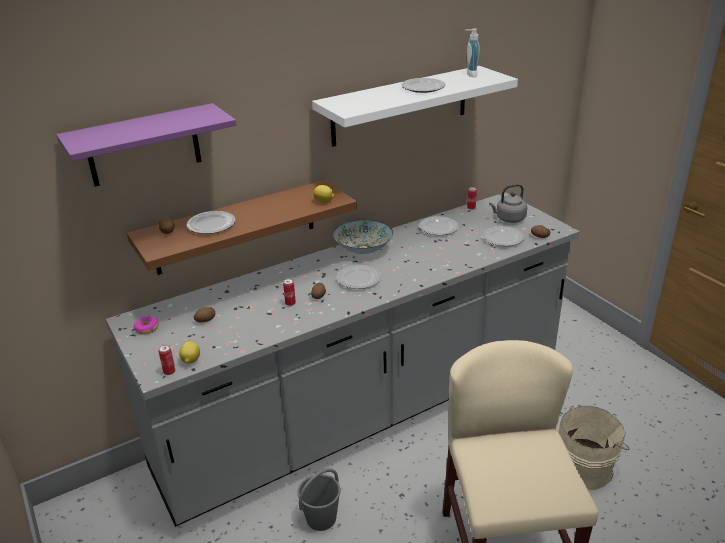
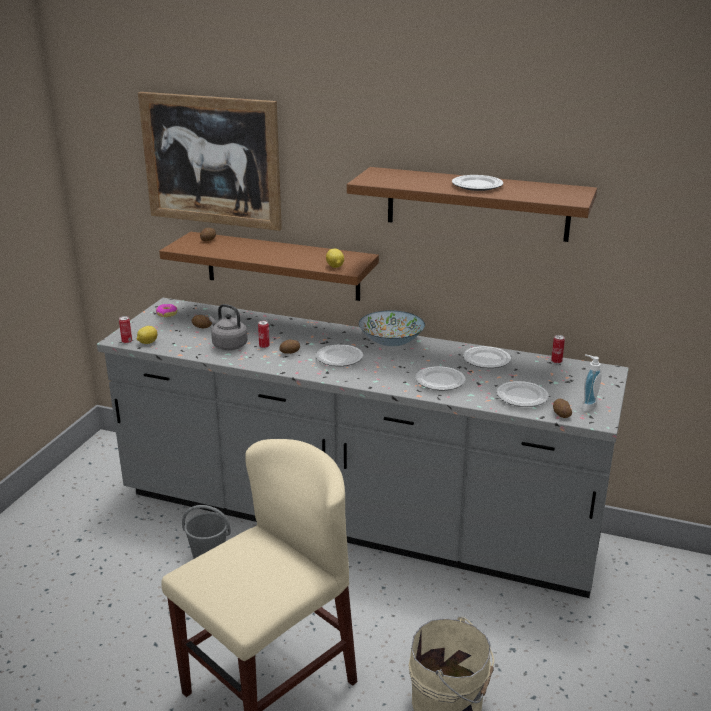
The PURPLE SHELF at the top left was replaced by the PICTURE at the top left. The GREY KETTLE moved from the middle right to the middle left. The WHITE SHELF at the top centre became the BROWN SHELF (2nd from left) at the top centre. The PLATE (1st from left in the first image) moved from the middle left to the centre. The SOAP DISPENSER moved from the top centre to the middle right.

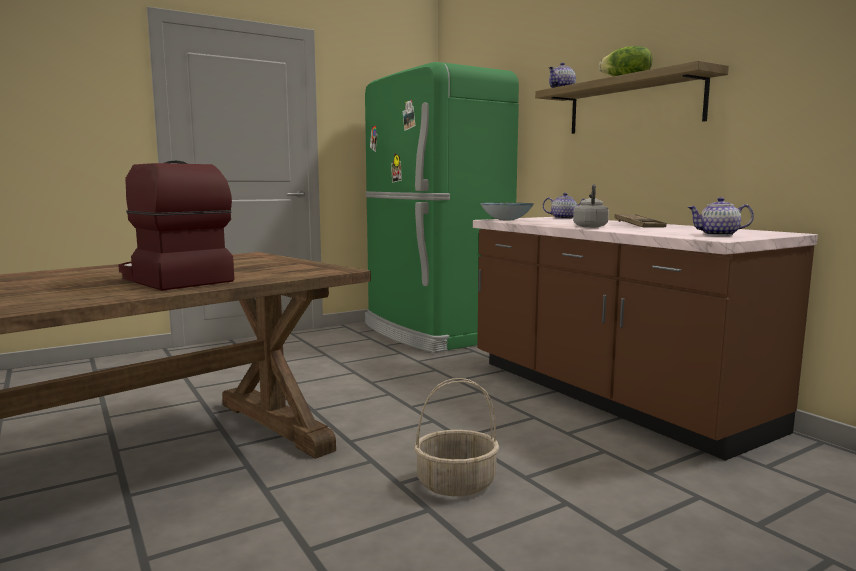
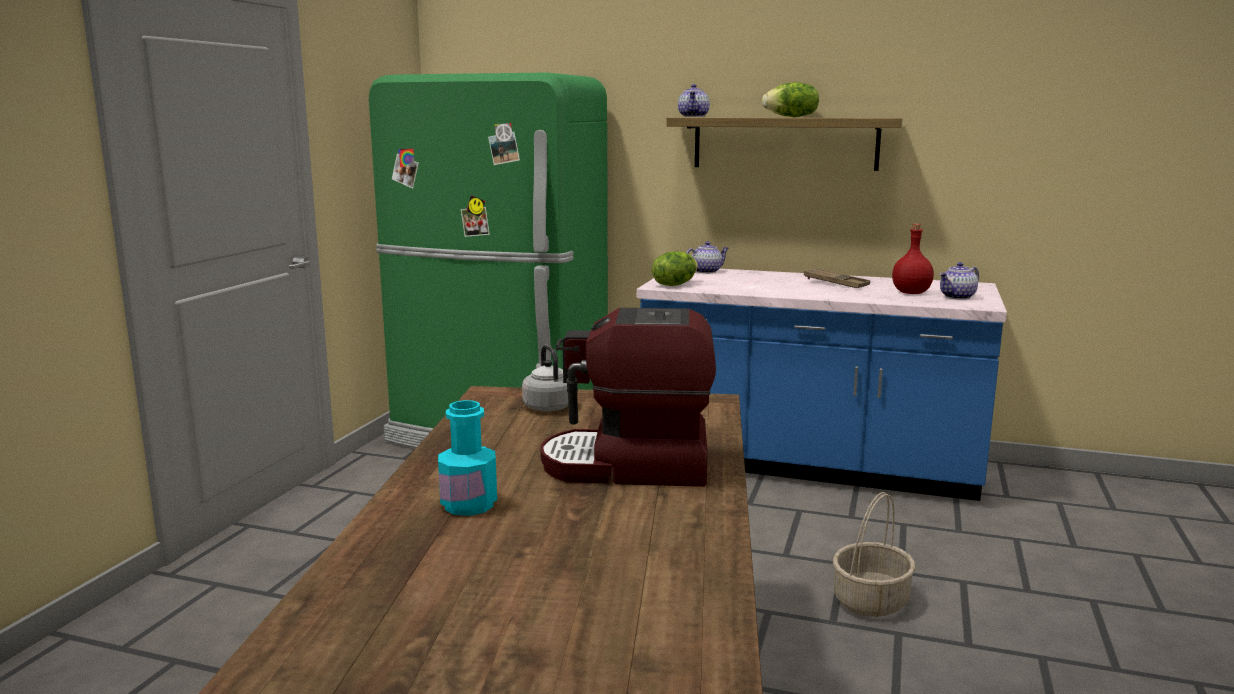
The TURQUOISE BOTTLE at the centre appeared. The GREY KETTLE moved from the middle right to the centre. The BROWN COUNTER at the middle right became the BLUE COUNTER at the centre. The BOWL at the centre was replaced by the LETTUCE (1st from left) at the centre. The RED BOTTLE at the middle right appeared.

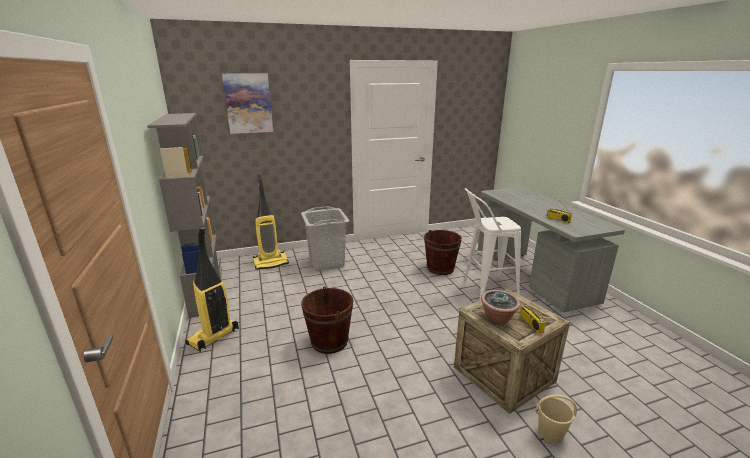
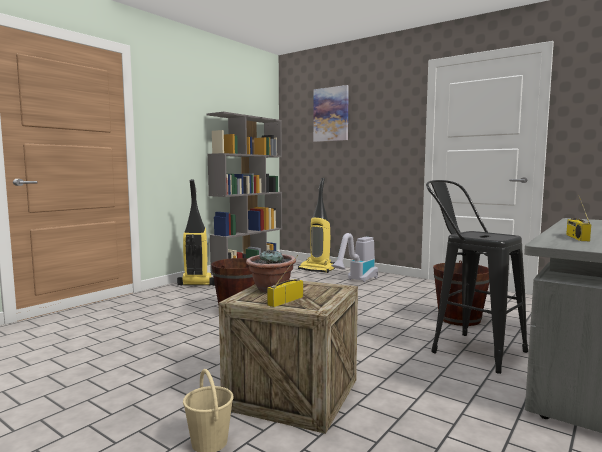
The GREY LAUNDRY BASKET at the centre was replaced by the VACUUM CLEANER (3rd from left) at the centre. The WHITE STOOL at the centre became the BLACK STOOL at the middle right.

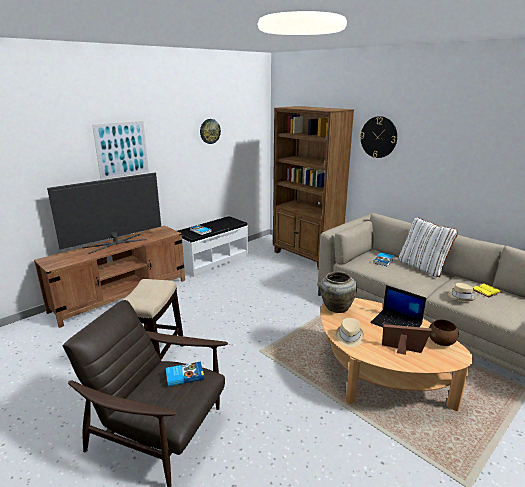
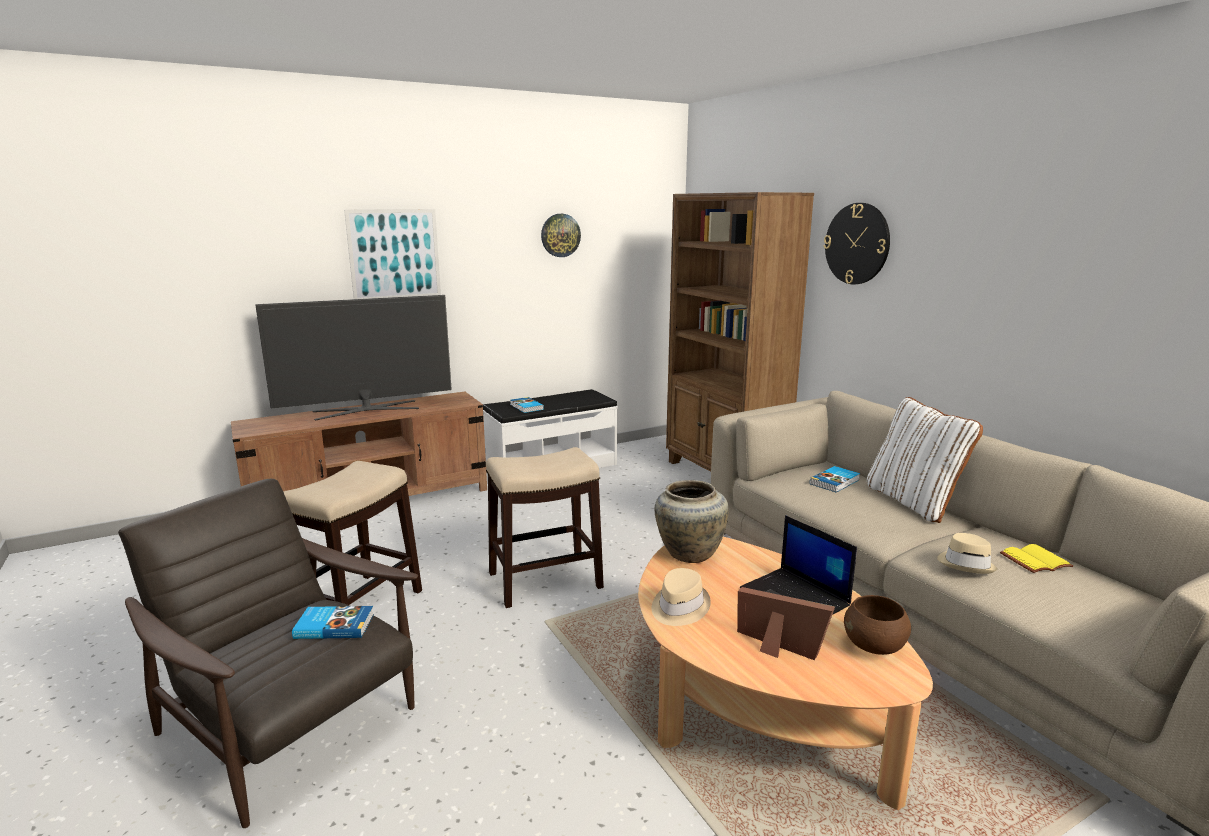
The STOOL (2nd from left) at the centre appeared.

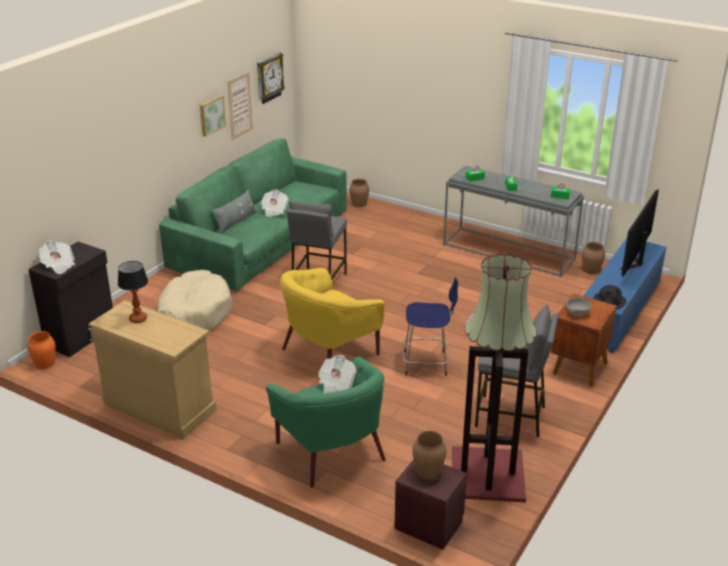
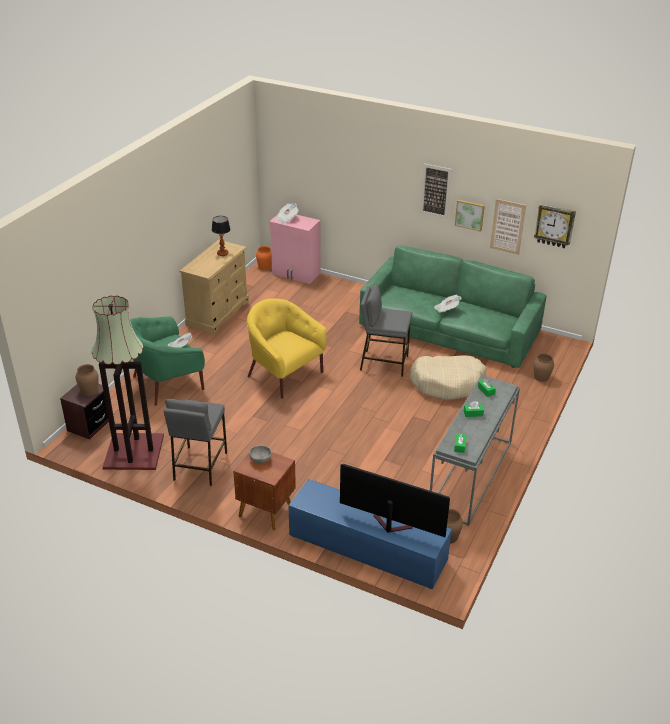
The BLACK CABINET at the middle left became the PINK CABINET at the centre. The BEIGE DOG BED moved from the middle left to the middle right. The PICTURE (1st from left) at the top centre appeared. The GREY PILLOW at the middle left disappeared. The BLUE STOOL at the centre disappeared. The BLACK HAT at the middle right disappeared.

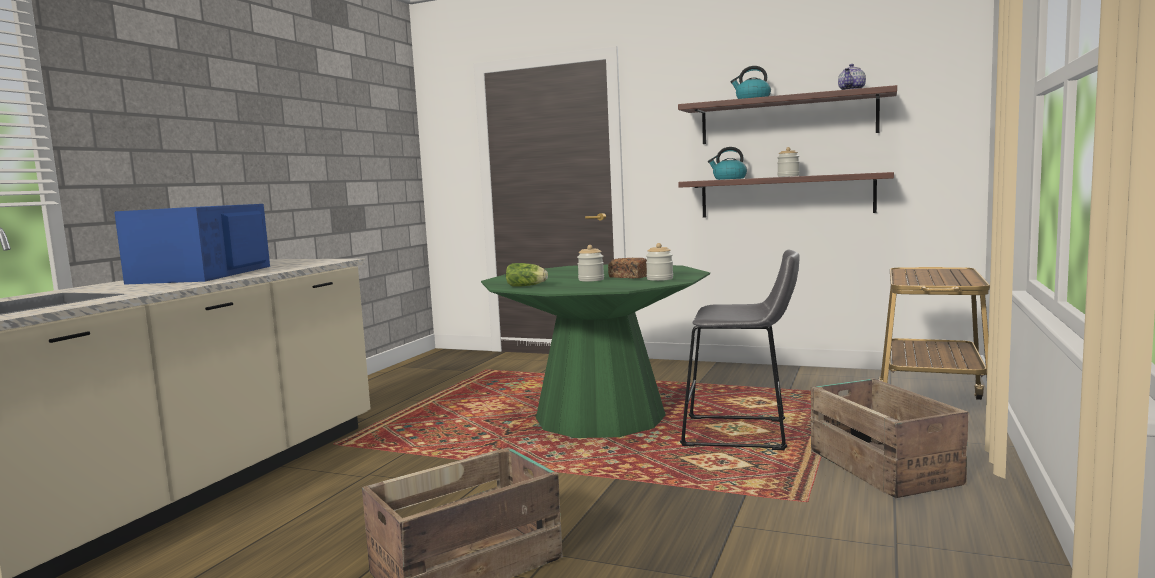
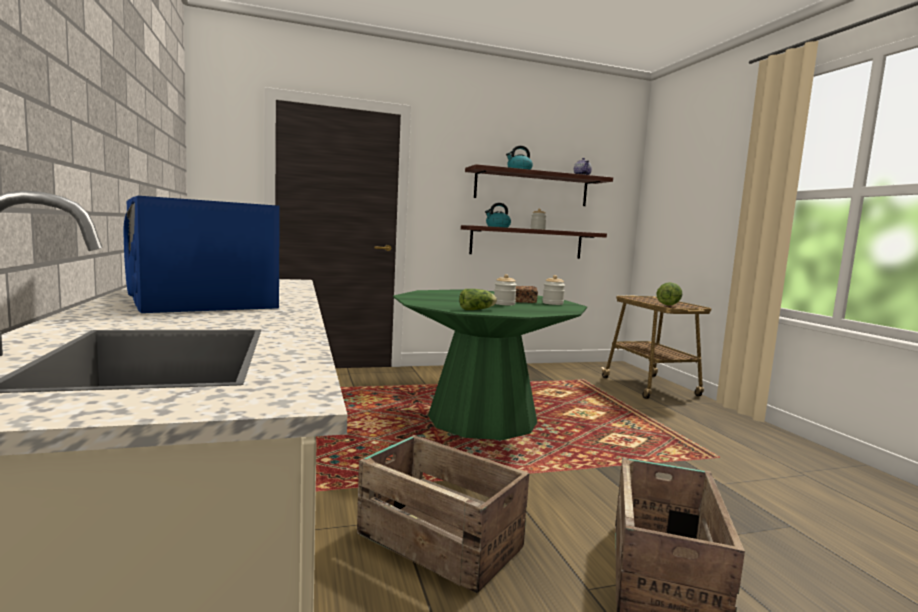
The CRATE (2nd from left in the first image) moved from the bottom right to the bottom centre. The LETTUCE (2nd from left) at the middle right appeared. The GREY STOOL at the centre disappeared.

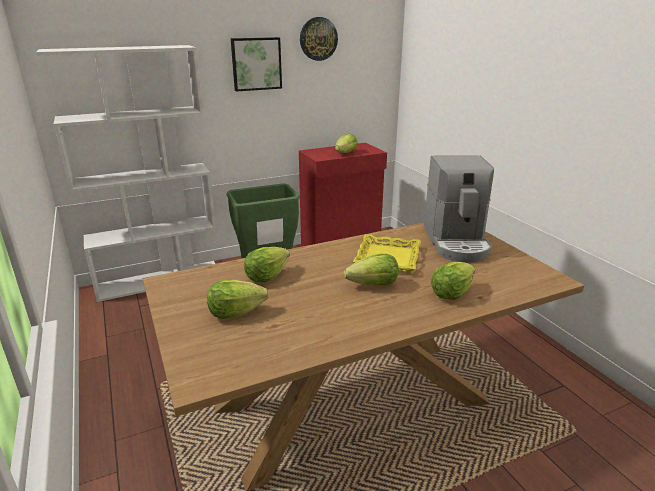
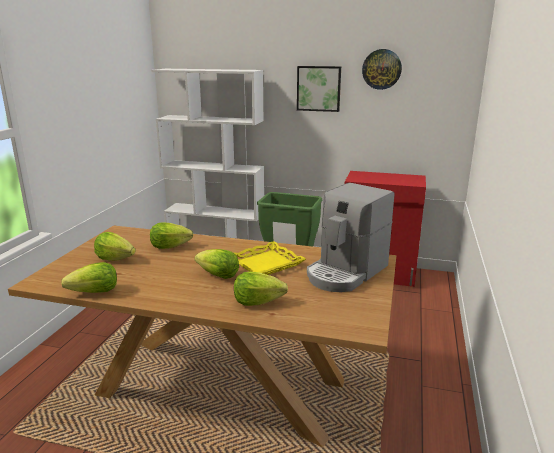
The LETTUCE (3rd from left in the first image) moved from the top centre to the middle left.

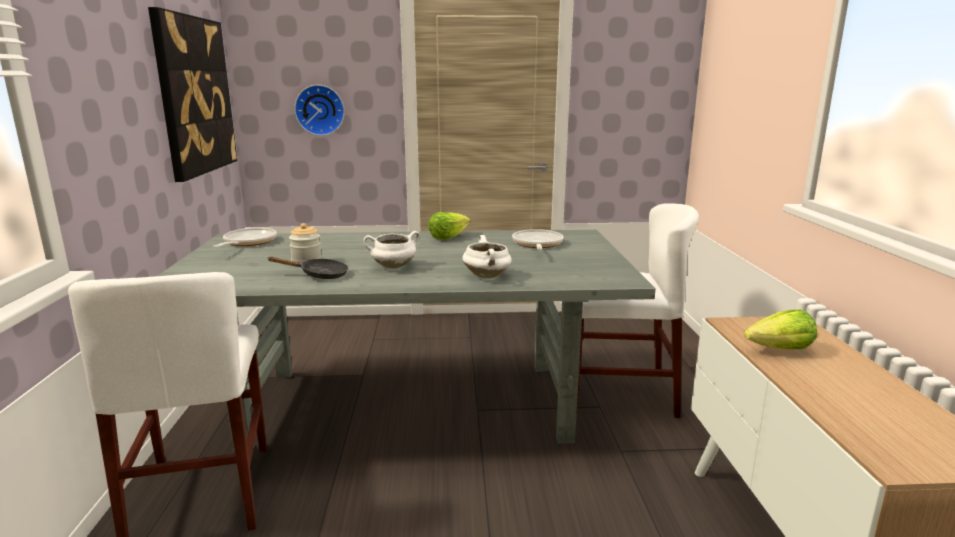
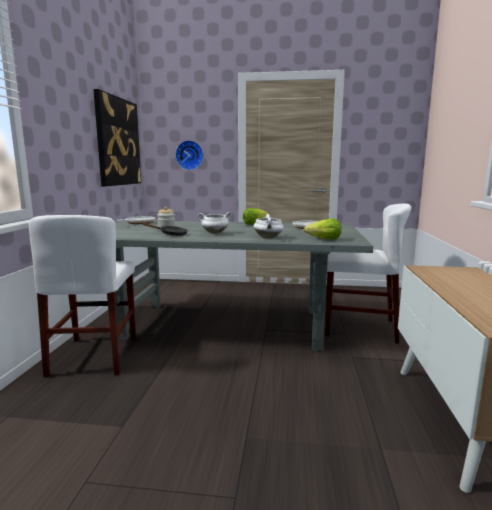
The LETTUCE (2nd from left) moved from the middle right to the centre.

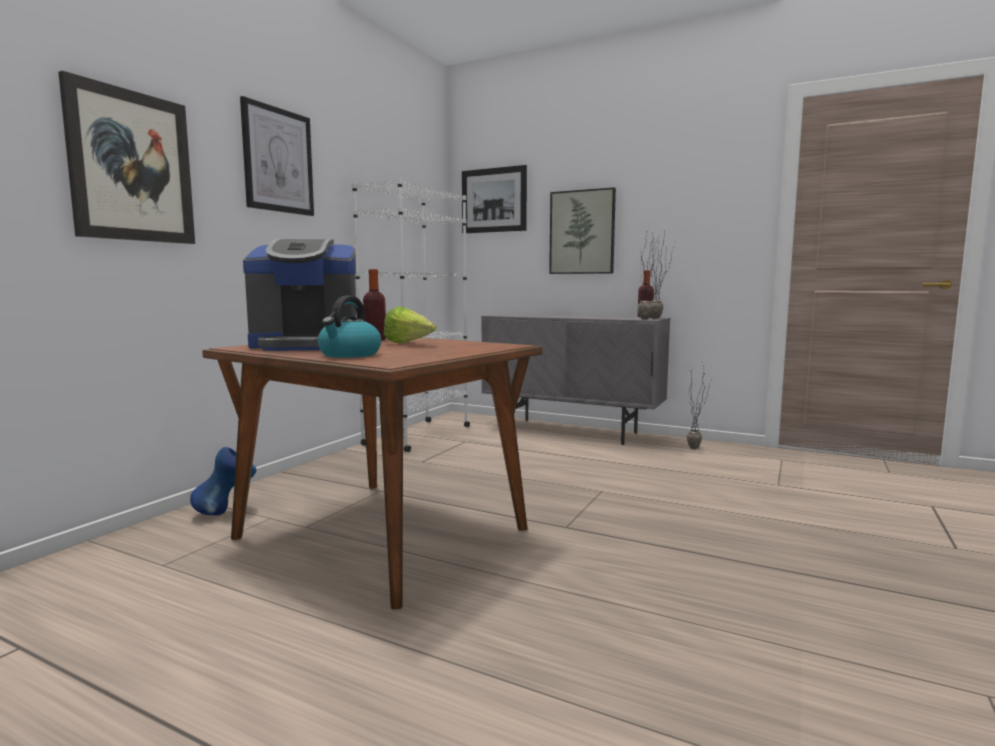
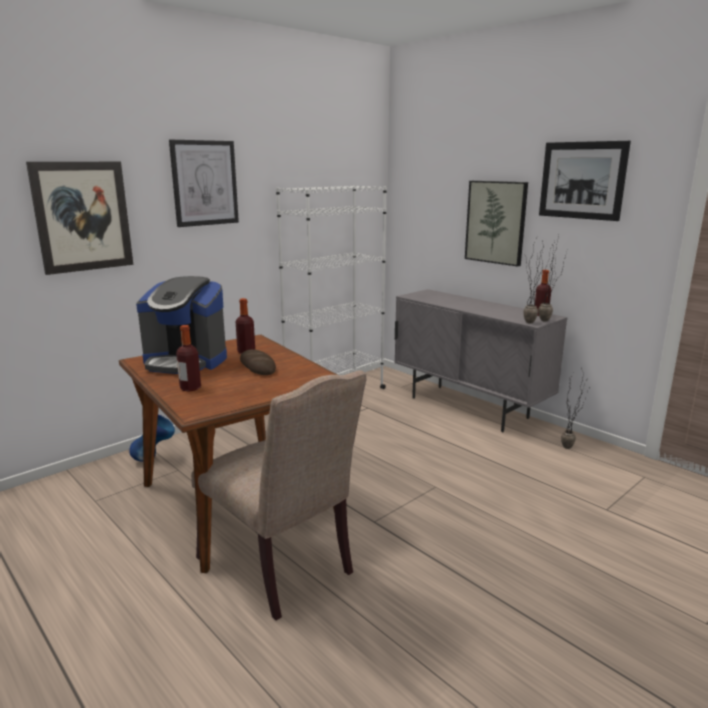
The KETTLE at the centre was replaced by the BOTTLE (1st from left) at the middle left. The BEIGE CHAIR at the bottom centre appeared. The LETTUCE at the centre was replaced by the BREAD at the centre. The PICTURE (3rd from left in the first image) moved from the top centre to the top right.

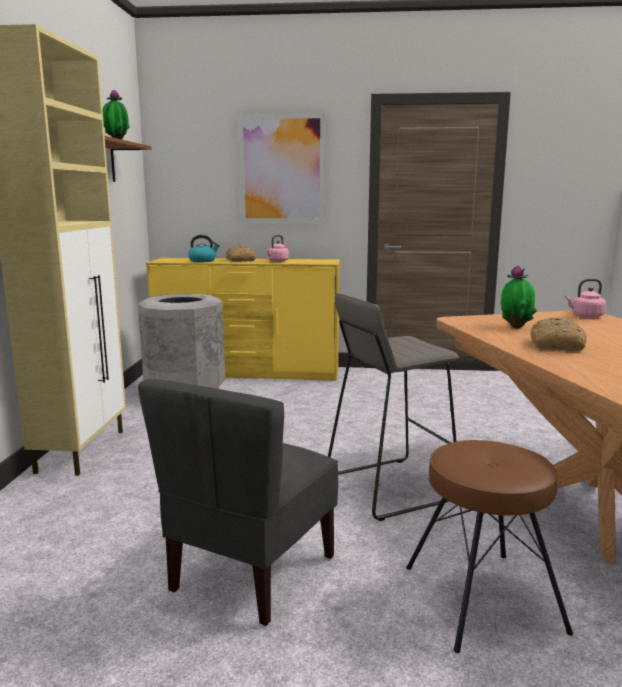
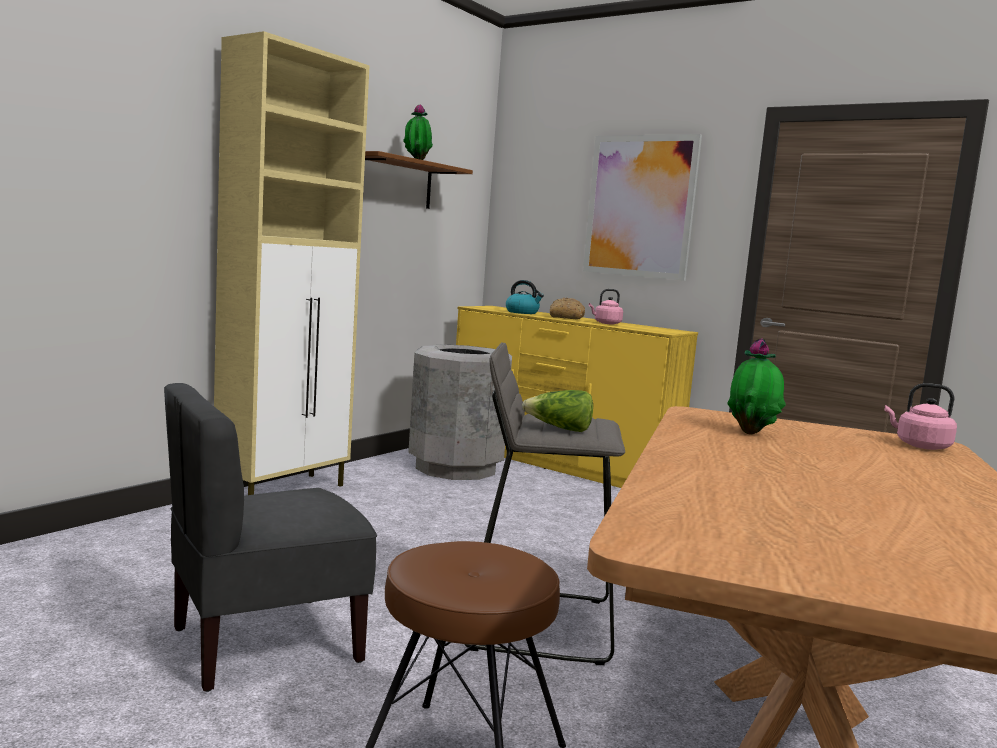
The LETTUCE at the centre appeared. The BREAD (2nd from left) at the middle right disappeared.

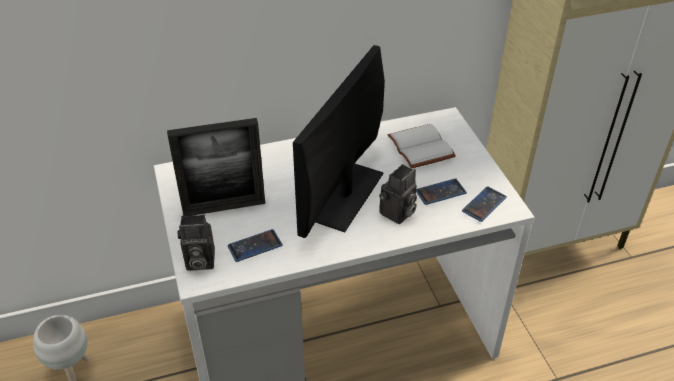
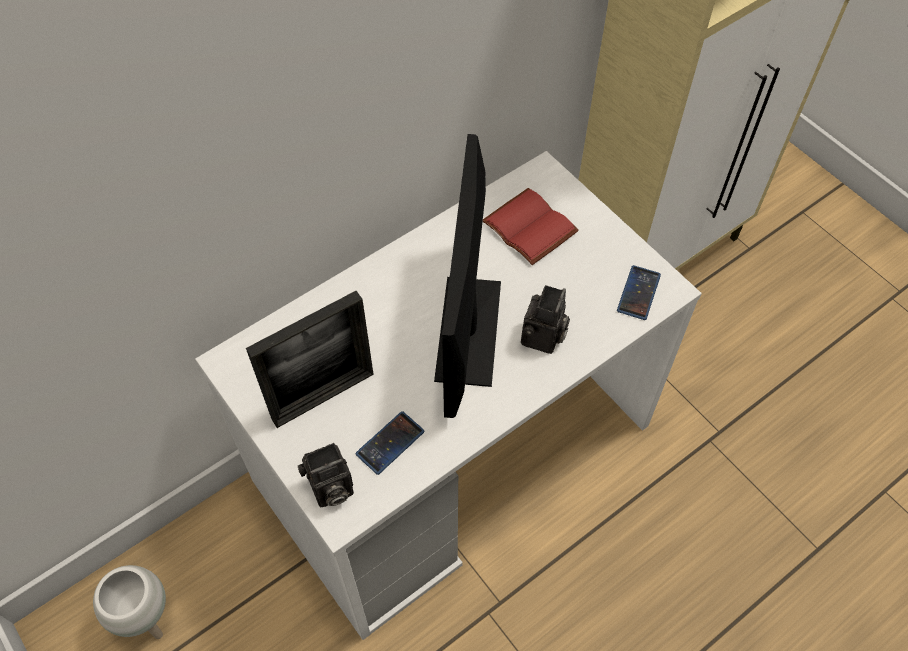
The WHITE BOOK at the centre became the RED BOOK at the centre. The PHONE (2nd from left) at the centre disappeared.

